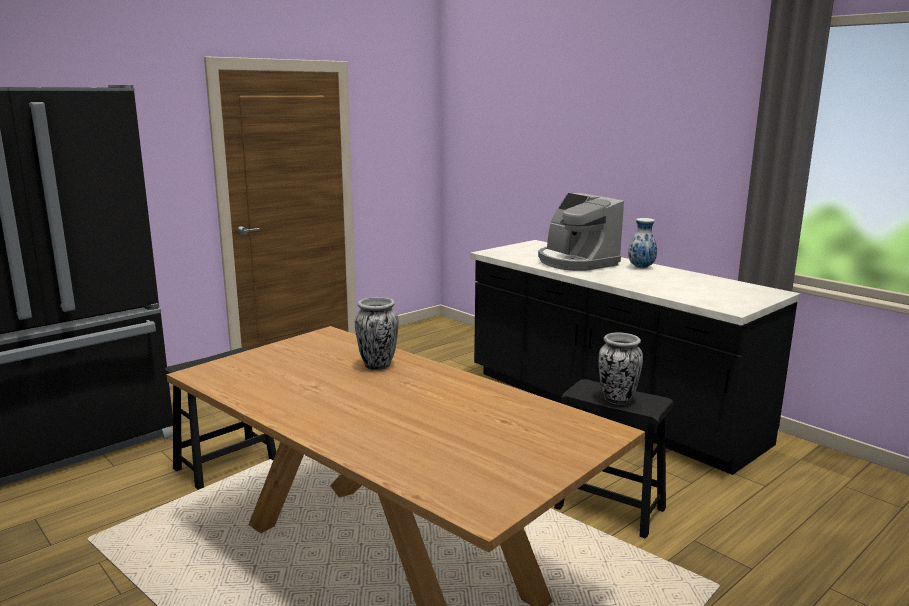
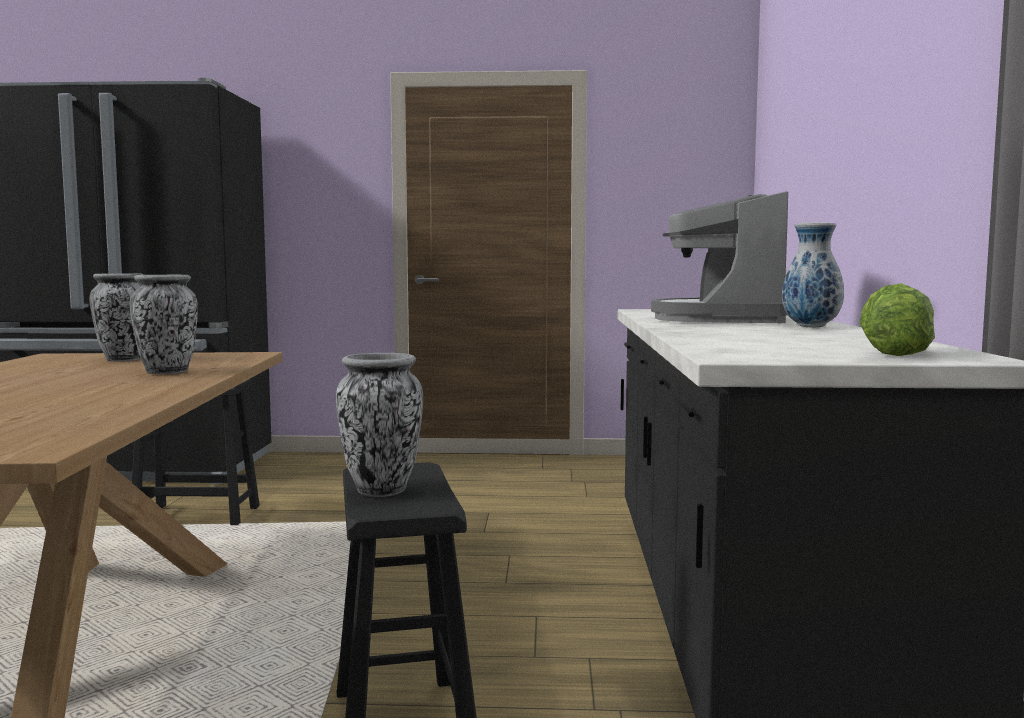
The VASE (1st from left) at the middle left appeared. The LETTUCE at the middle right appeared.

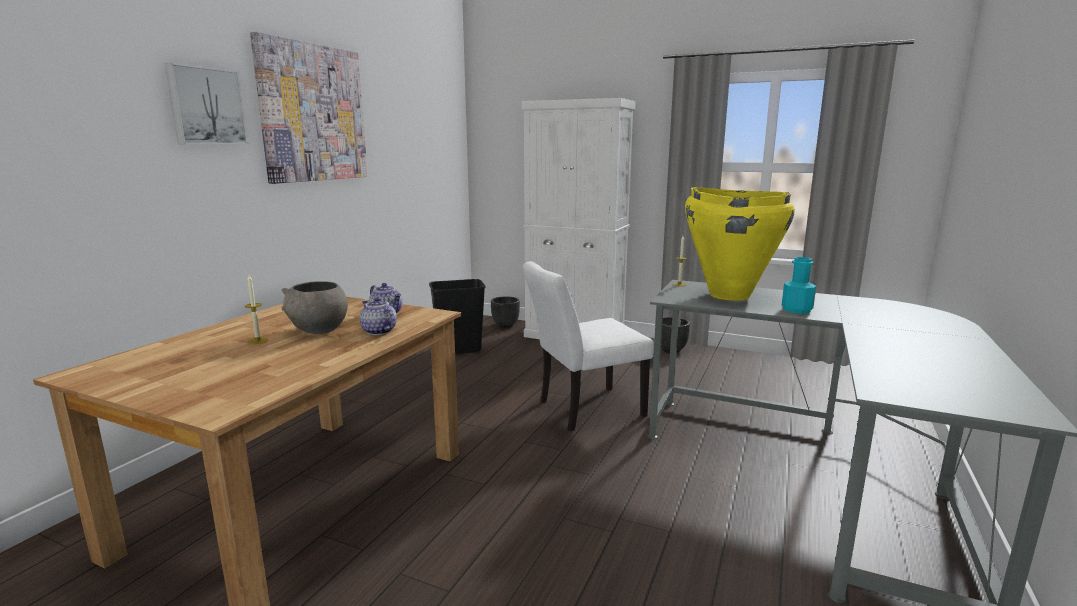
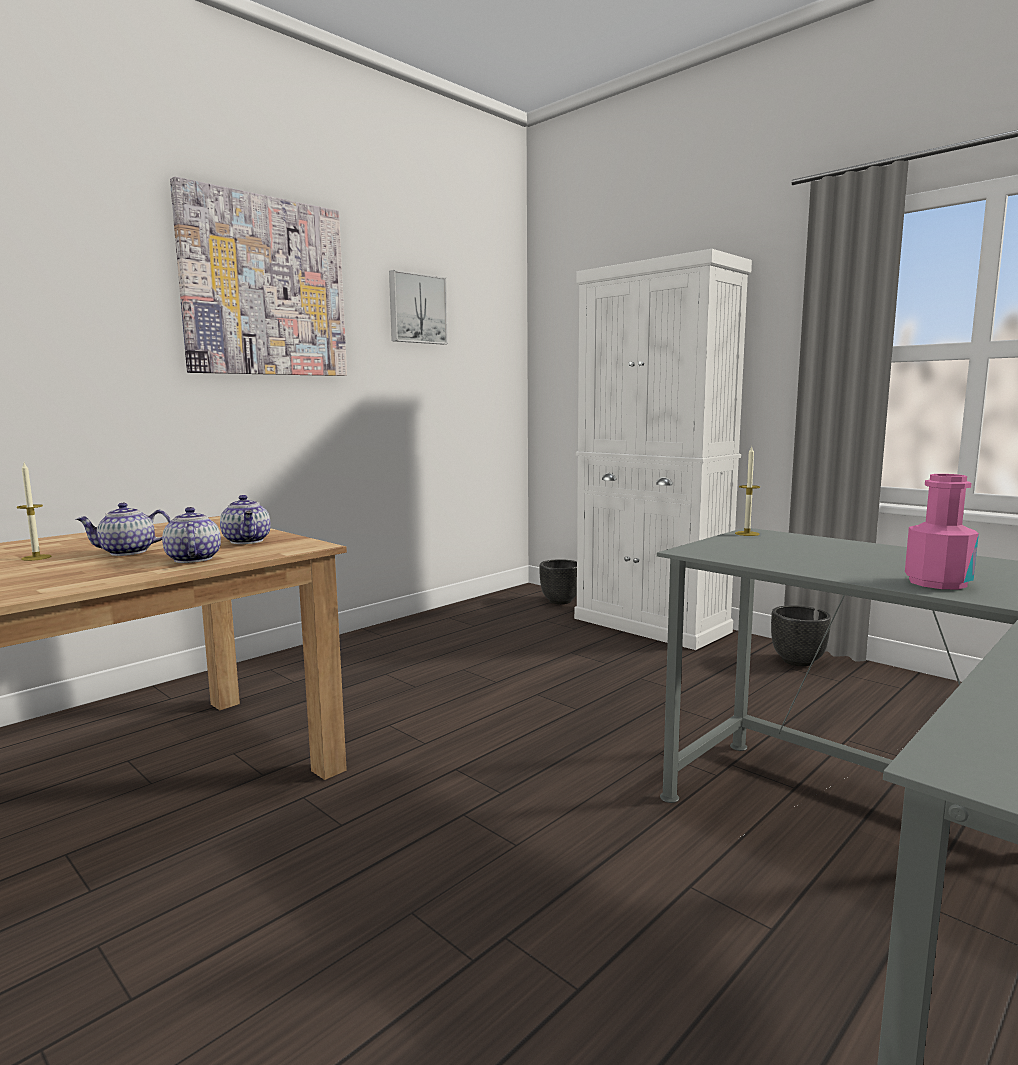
The GREY BOWL at the middle left was replaced by the TEAPOT (1st from left) at the middle left. The PICTURE (1st from left in the first image) moved from the top left to the top centre. The TURQUOISE BOTTLE at the middle right became the PINK BOTTLE at the middle right. The BLACK TRASH CAN at the centre disappeared. The WHITE CHAIR at the centre disappeared. The YELLOW VASE at the middle right disappeared.

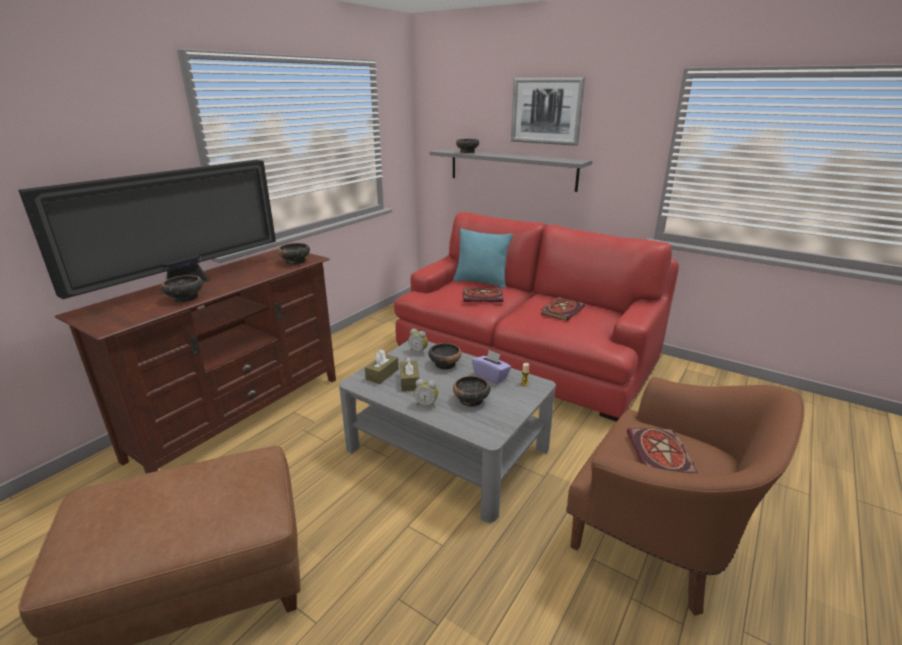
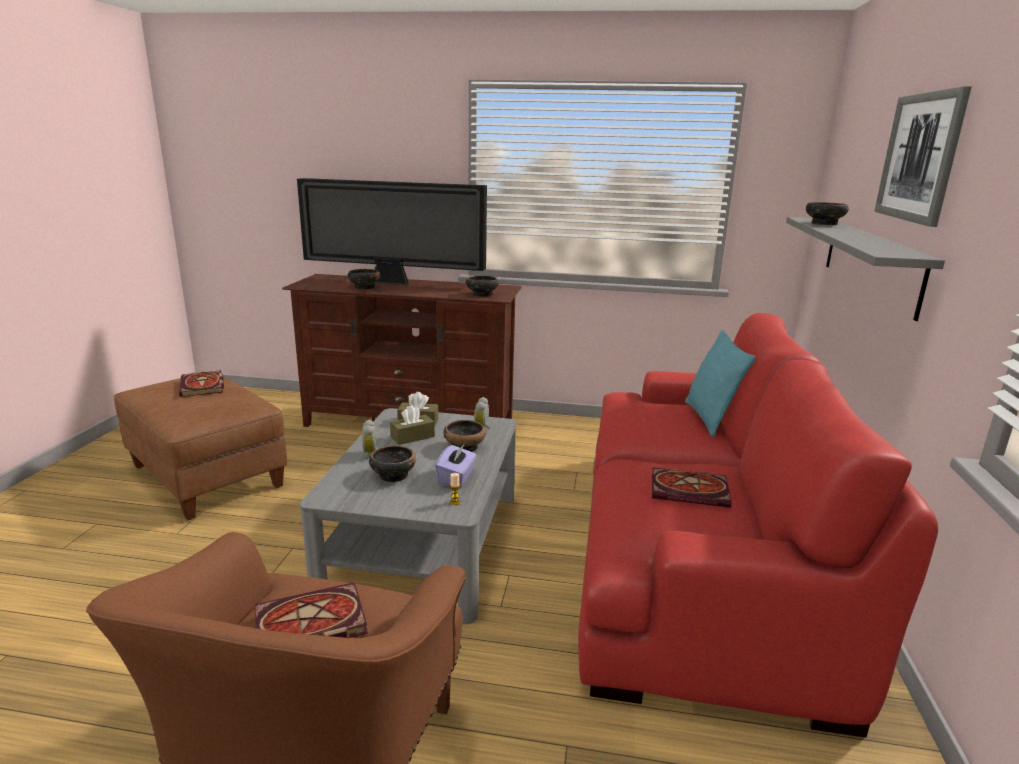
The BOOK (1st from left) moved from the centre to the middle left.

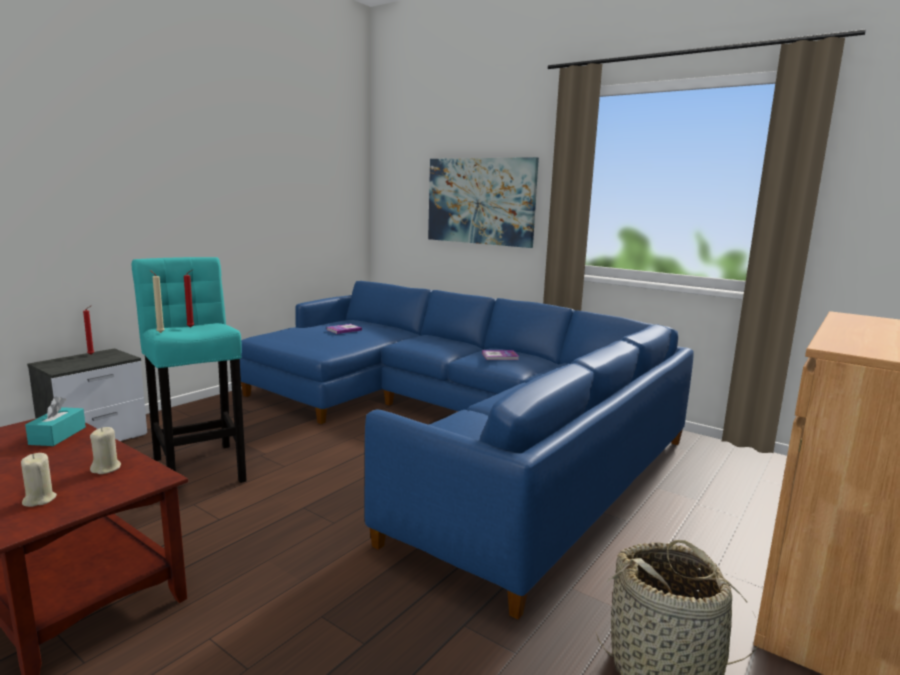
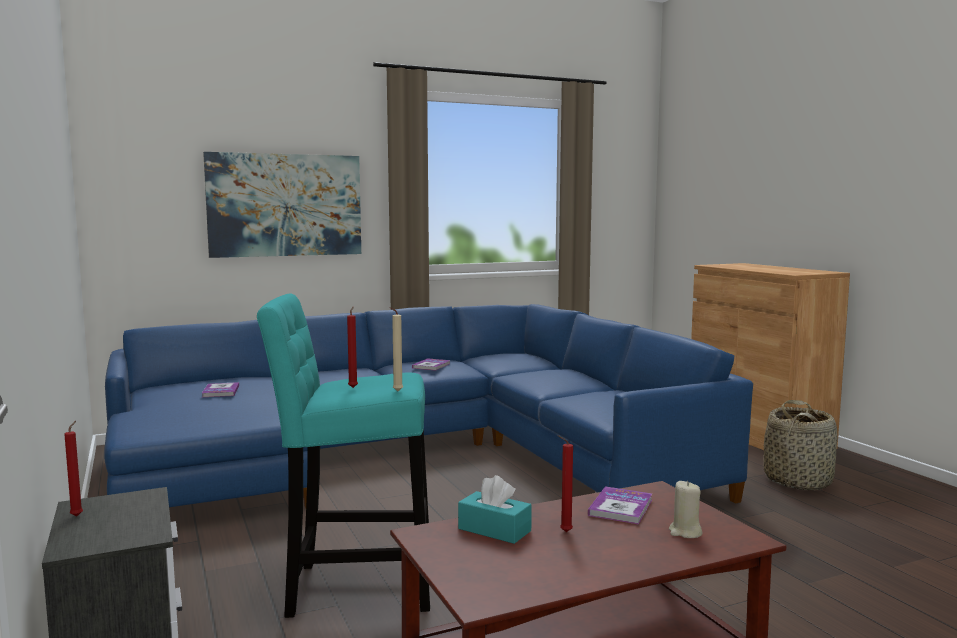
The RED CANDLE (3rd from left) at the bottom centre appeared. The BEIGE CANDLE (2nd from left) at the bottom left was replaced by the BOOK (3rd from left) at the bottom centre.

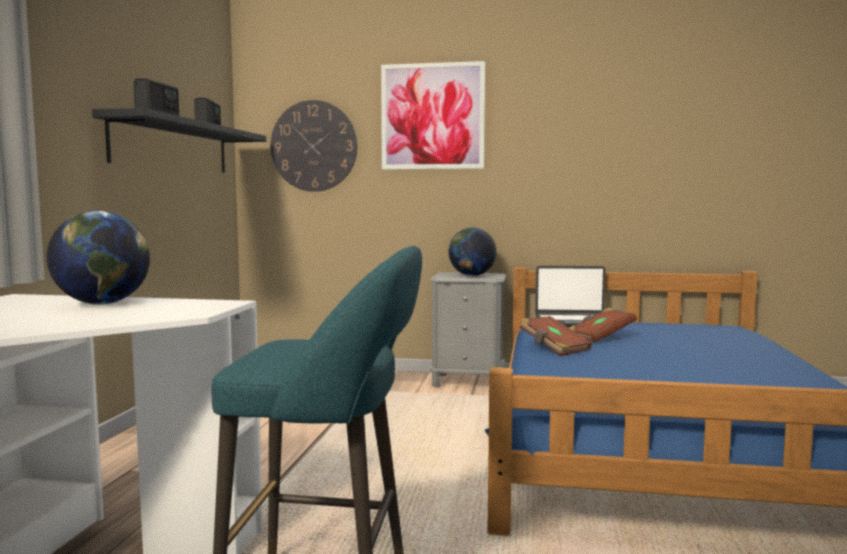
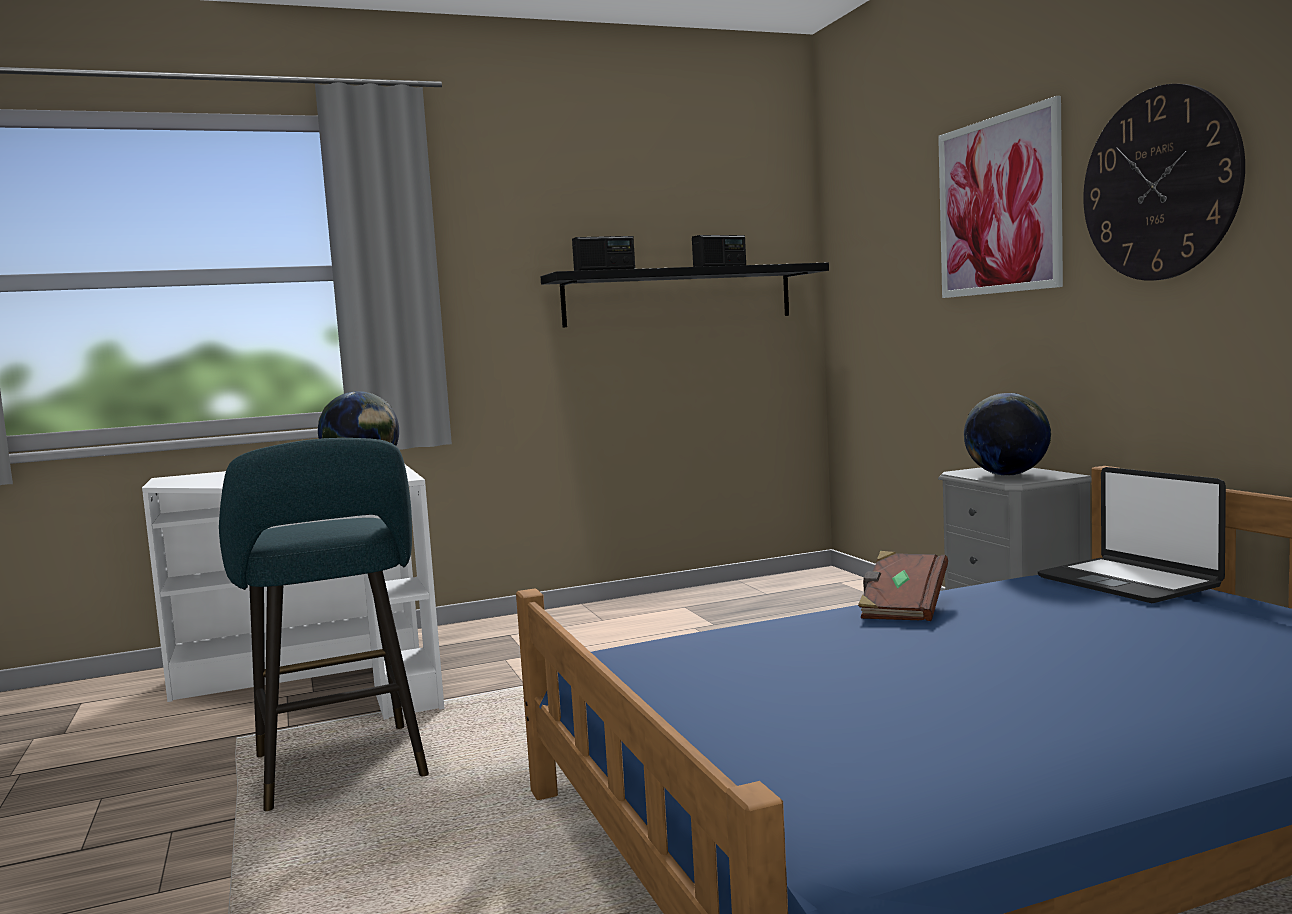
The WALL CLOCK moved from the top centre to the top right. The BROWN BOOK (2nd from left) at the middle right disappeared.

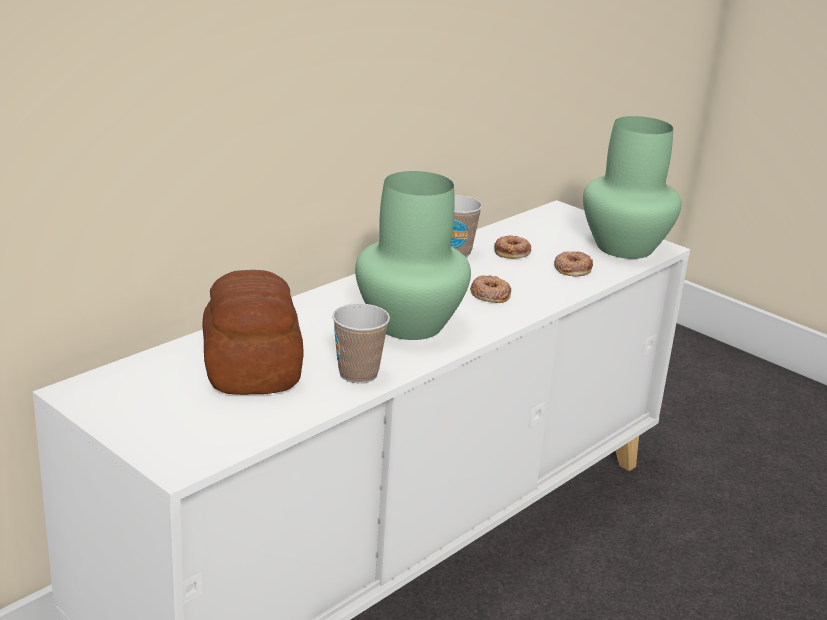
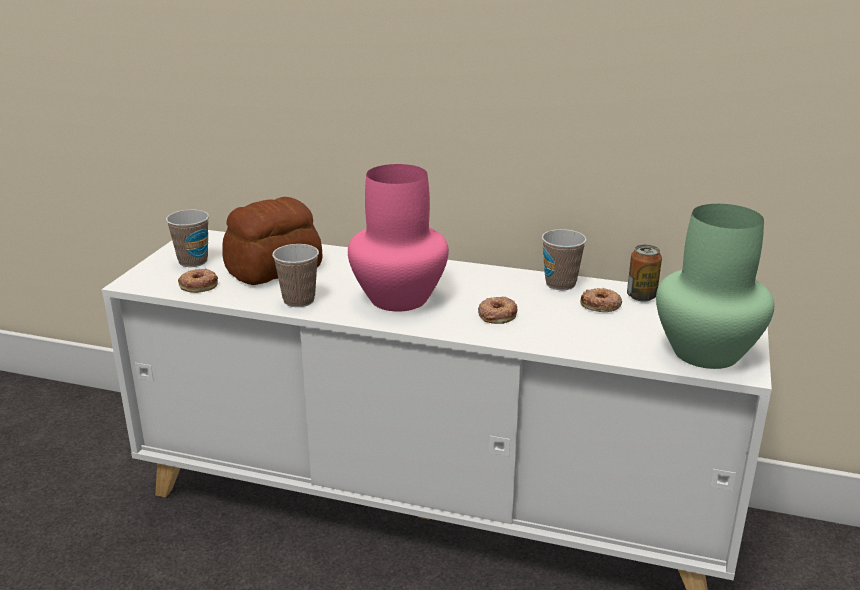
The CUP (1st from left) at the middle left appeared. The DONUT (3rd from left in the first image) moved from the middle right to the middle left. The GREEN VASE (1st from left) at the centre became the PINK VASE at the centre. The CAN at the middle right appeared.

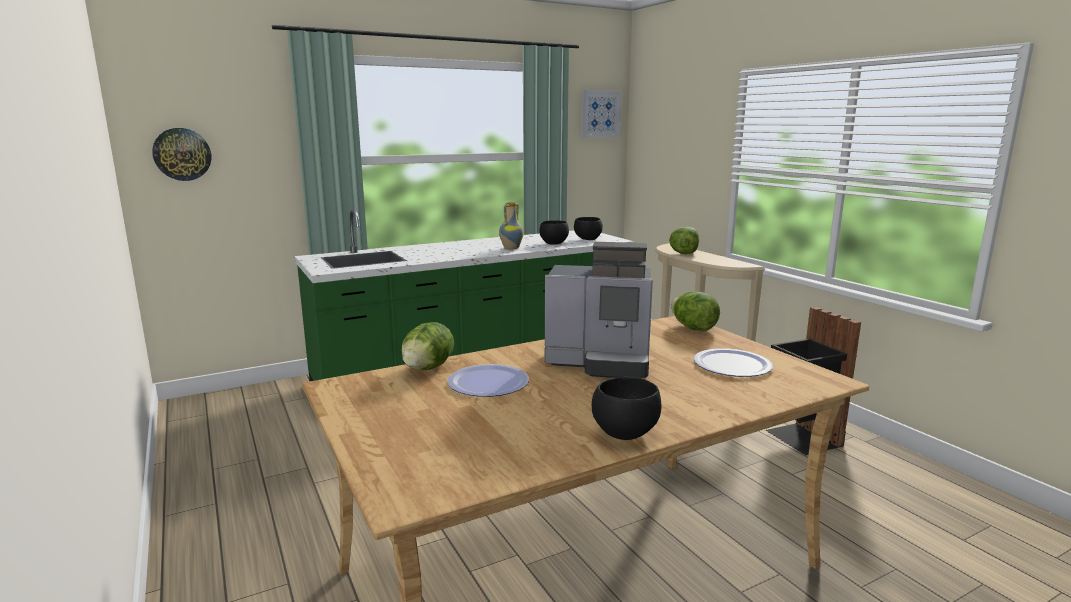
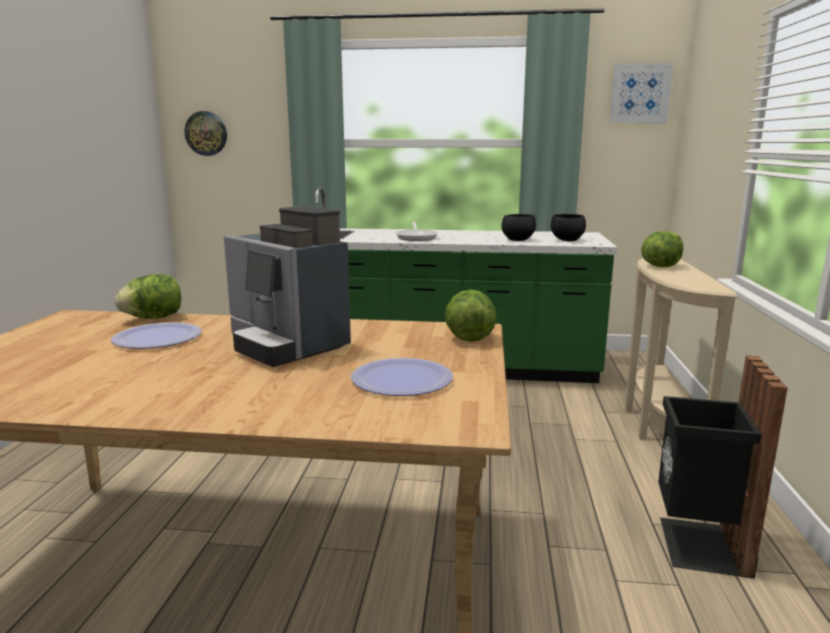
The FRYING PAN at the centre appeared. The VASE at the centre disappeared. The BLACK BOWL (3rd from left) at the bottom centre disappeared.

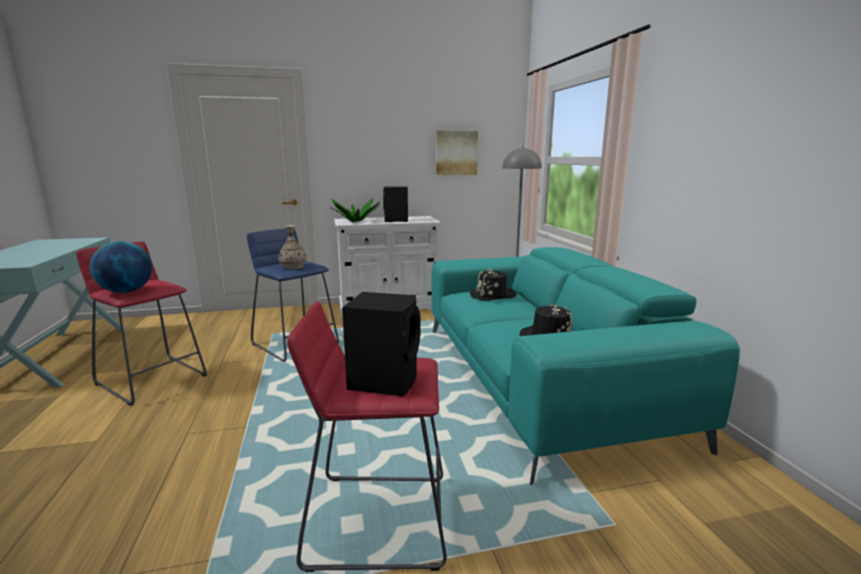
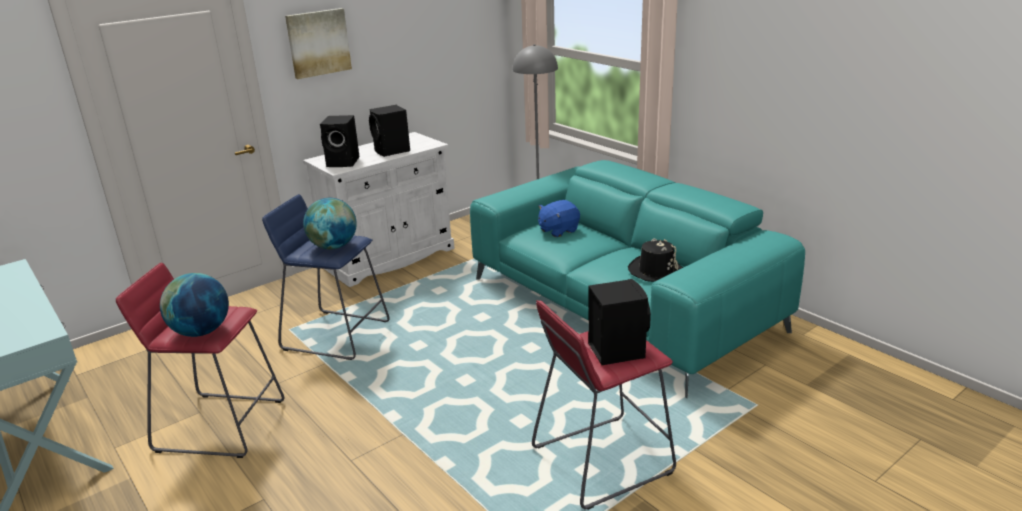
The PICTURE moved from the top centre to the top left. The VASE at the centre was replaced by the GLOBE (2nd from left) at the middle left. The POTTED PLANT at the centre was replaced by the BLACK SPEAKER (1st from left) at the top left. The BLACK HAT (1st from left) at the centre was replaced by the BLUE PLUSH TOY at the centre.

